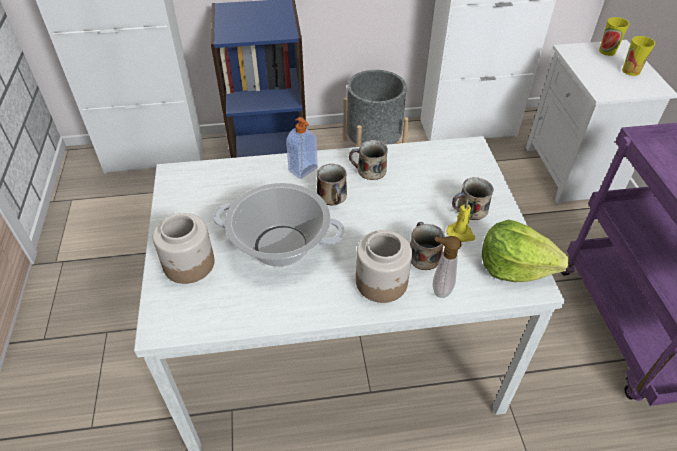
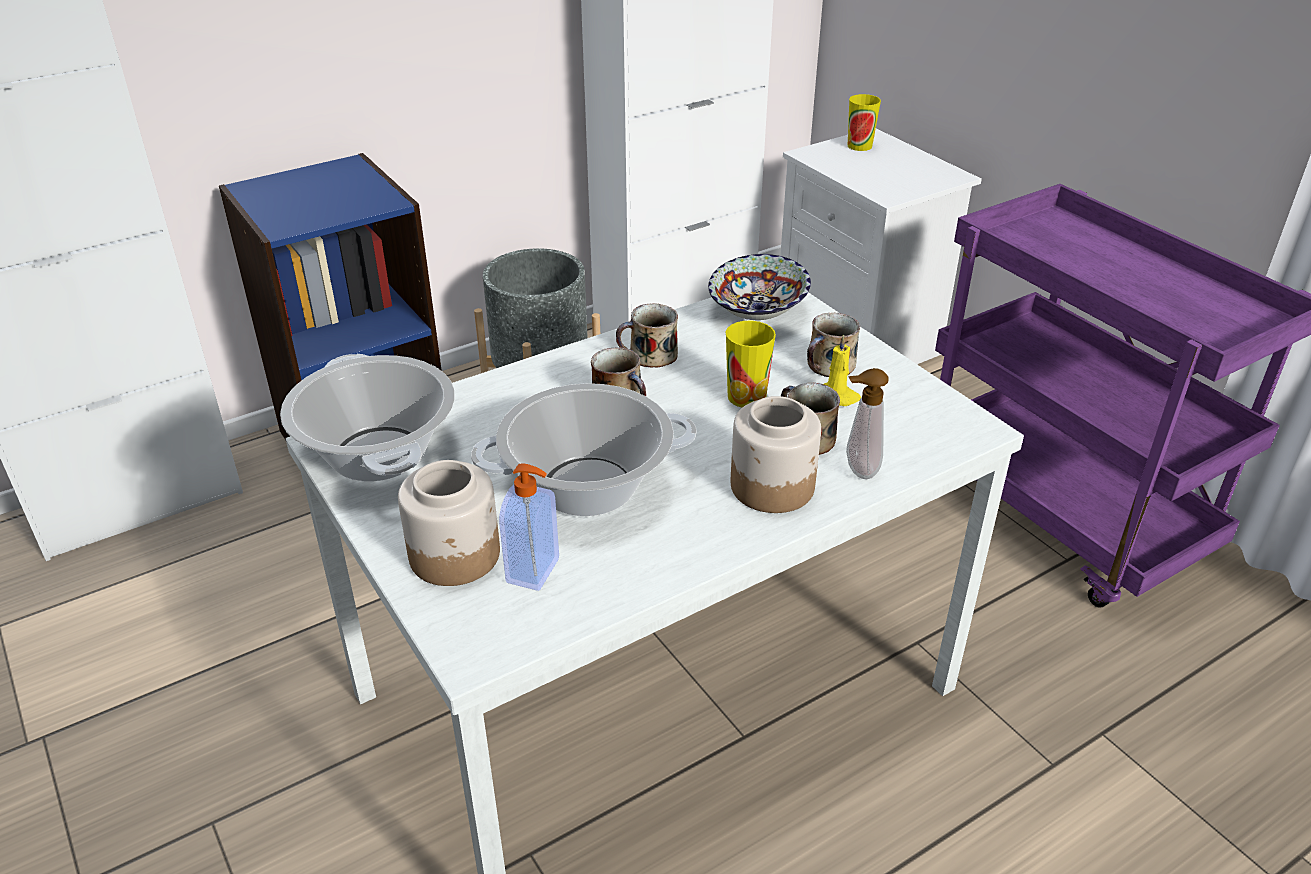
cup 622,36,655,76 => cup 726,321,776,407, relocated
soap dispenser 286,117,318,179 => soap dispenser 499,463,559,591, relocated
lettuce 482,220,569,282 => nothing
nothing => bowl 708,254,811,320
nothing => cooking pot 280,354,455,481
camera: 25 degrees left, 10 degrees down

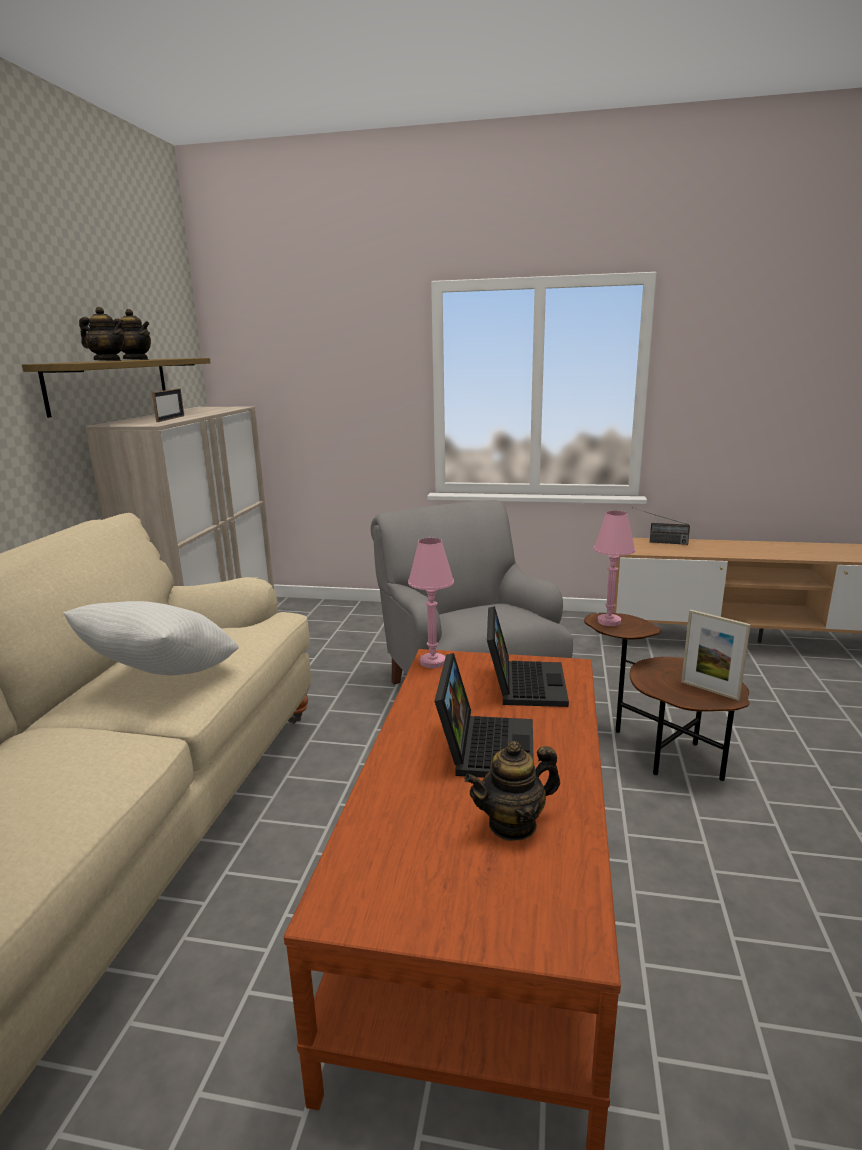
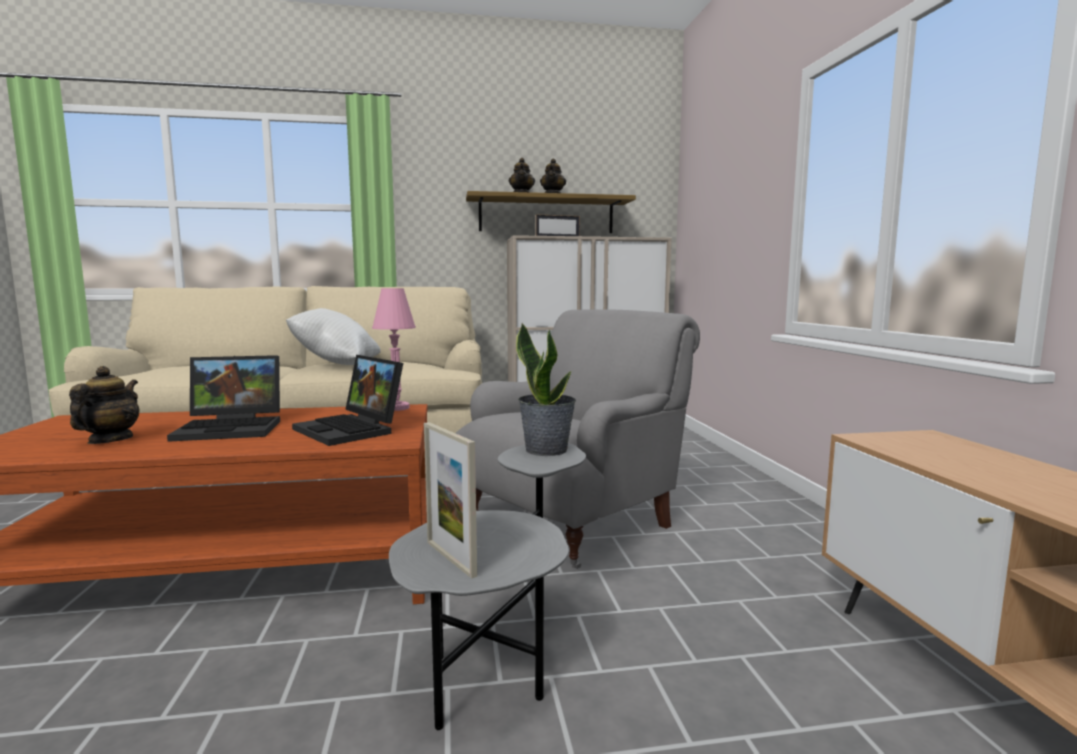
radio 632,507,690,545 => nothing
pink table lamp 594,511,635,626 => potted plant 516,323,576,456
laptop 487,606,569,707 => laptop 292,355,403,446, 60 degrees clockwise
picture frame 681,610,751,701 => picture frame 424,422,477,579, 60 degrees counterclockwise
brown side table 584,613,750,781 => grey side table 389,443,586,730
teapot 465,741,560,841 => teapot 69,366,140,444, 45 degrees clockwise
camera: 70 degrees right, 10 degrees down

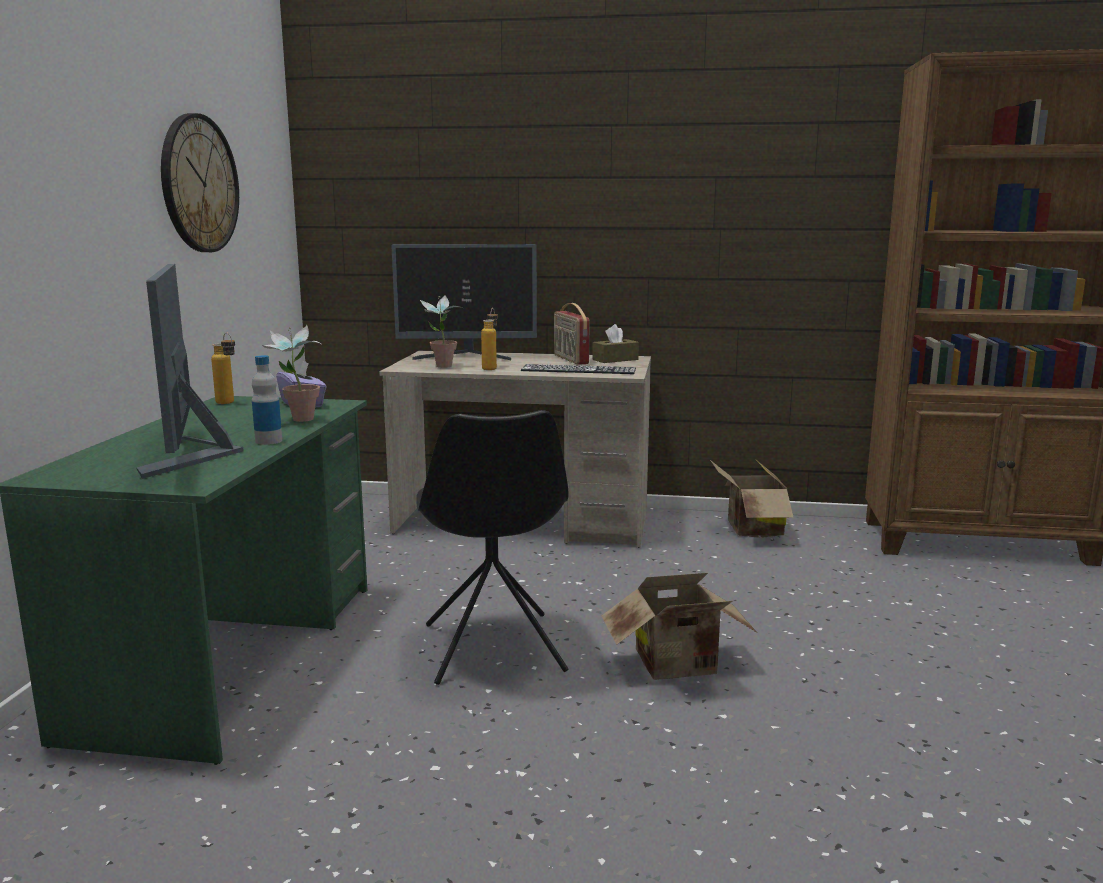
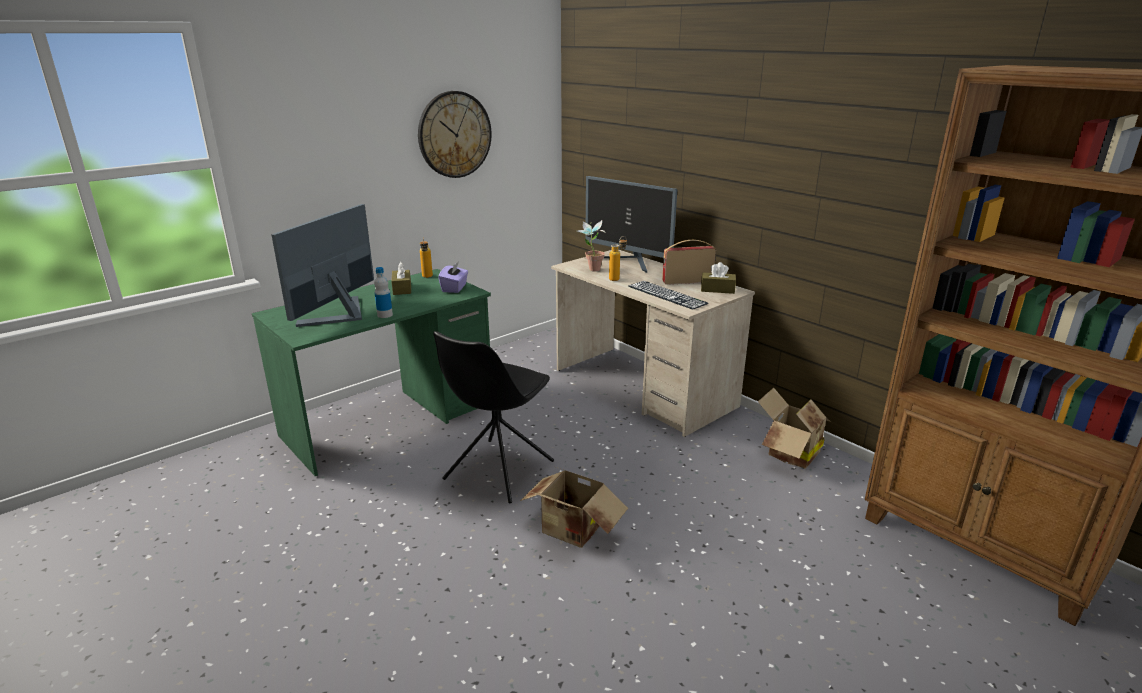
radio 554,303,590,365 => radio 662,240,716,285, 60 degrees clockwise
potted plant 262,325,321,422 => nothing
nothing => brown tissue box 391,262,411,295
camera: 40 degrees right, 10 degrees up

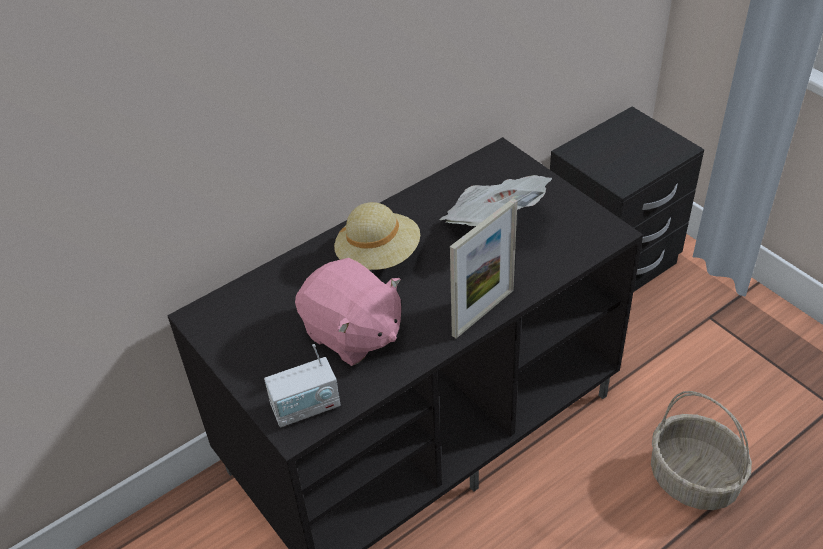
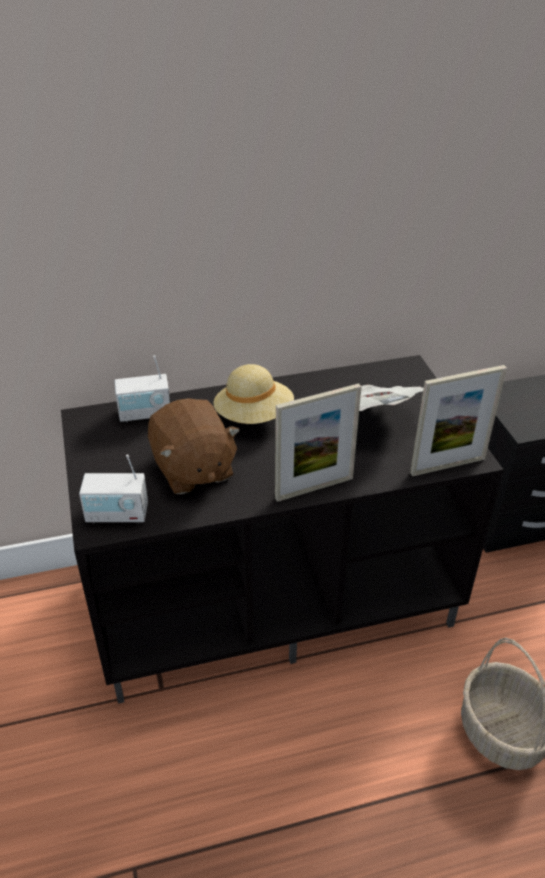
pink plush toy 295,258,401,366 => brown plush toy 148,398,240,494
nothing => radio 115,355,170,422
nothing => picture frame 410,365,507,476
camera: 20 degrees right, 5 degrees down

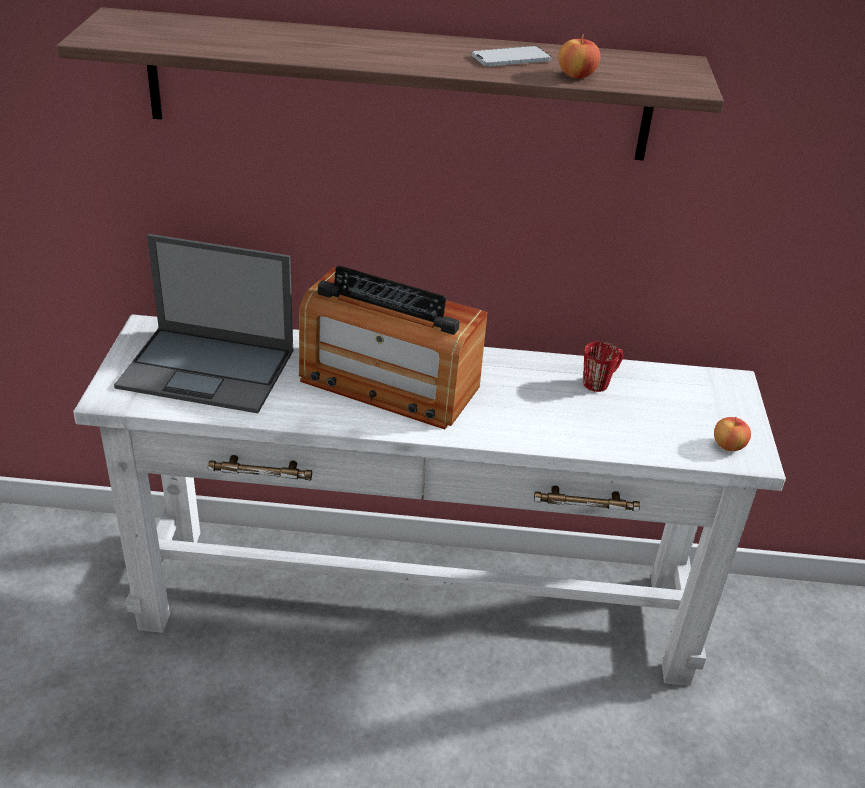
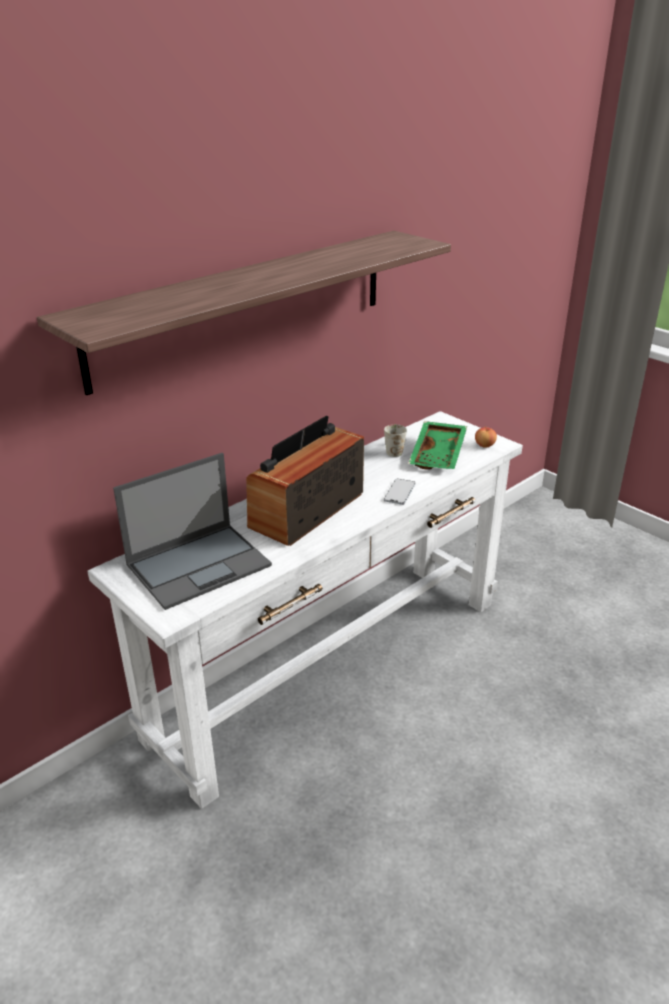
apple 559,34,600,79 => nothing
phone 472,46,552,66 => phone 384,479,415,505, relocated
radio 299,266,487,429 => radio 246,416,364,546, 150 degrees clockwise
red mug 583,341,623,392 => white mug 384,424,407,457
nothing => green tray 408,421,467,470
camera: 45 degrees left, 5 degrees down

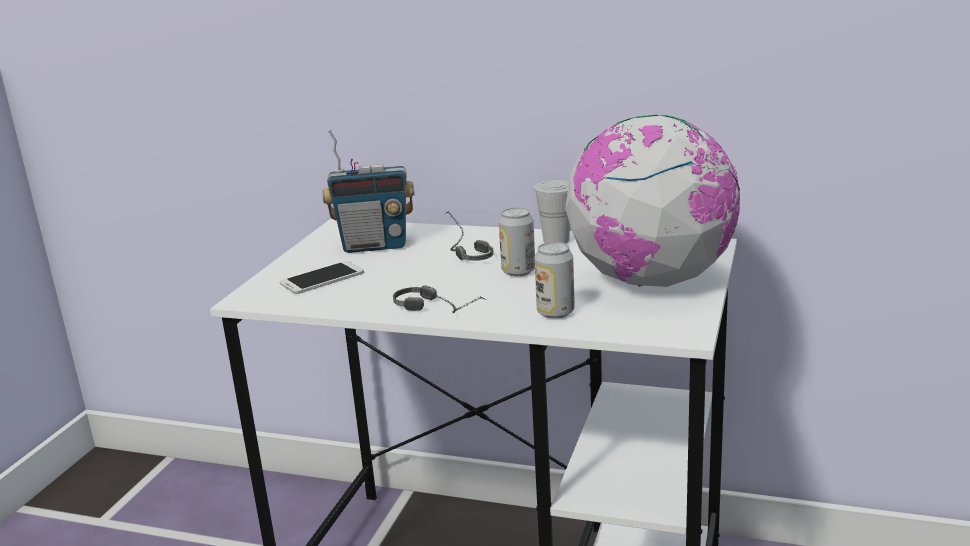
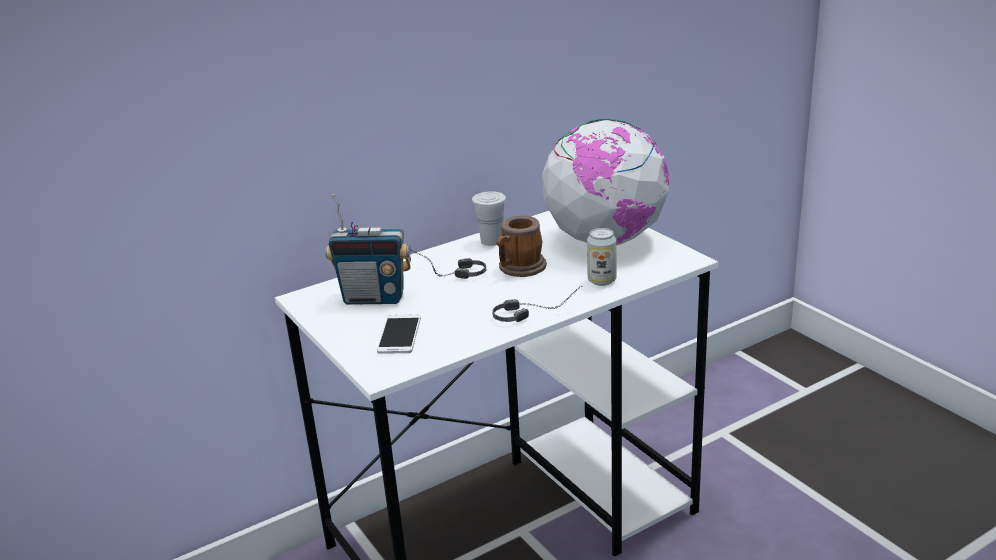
radio 323,130,414,253 => radio 325,194,411,305, 60 degrees clockwise
can 499,207,535,276 => mug 497,215,547,277
camera: 50 degrees left, 5 degrees up

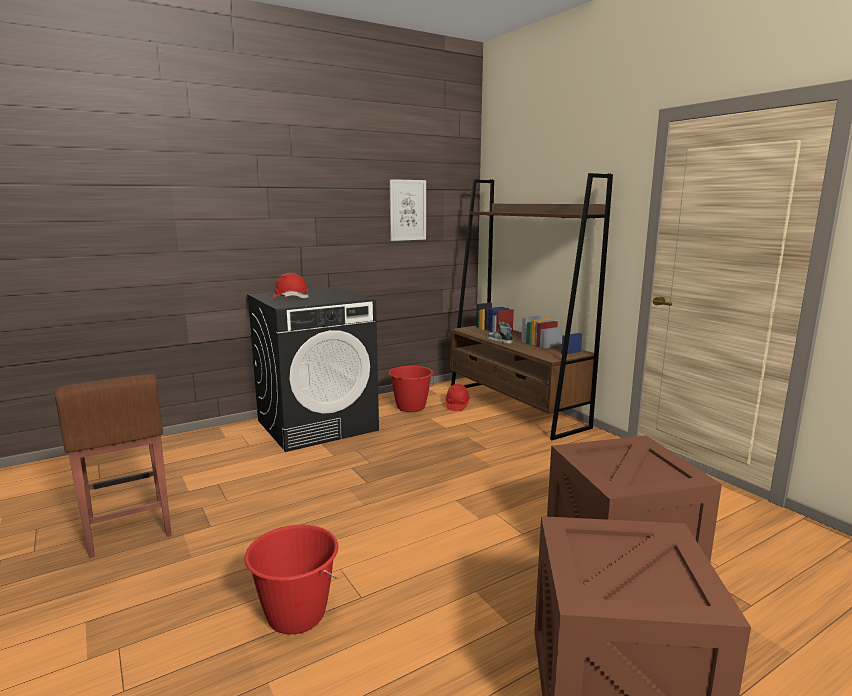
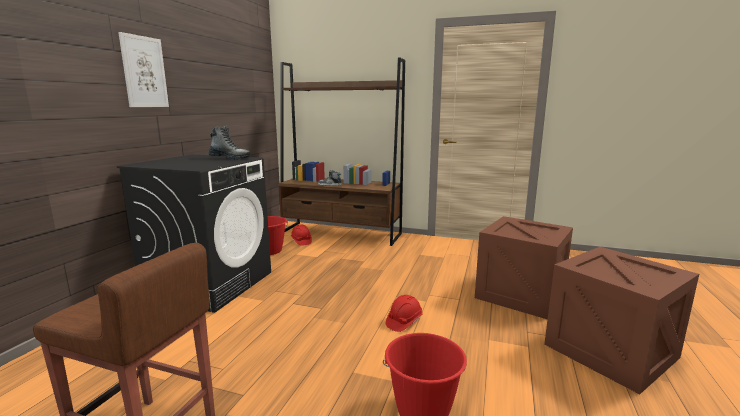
picture 389,179,426,241 => picture 118,32,169,107, relocated
red hard hat 270,273,309,300 => red hard hat 386,295,423,332, relocated
nothing => boot 209,126,251,160
camera: 40 degrees left, 0 degrees up

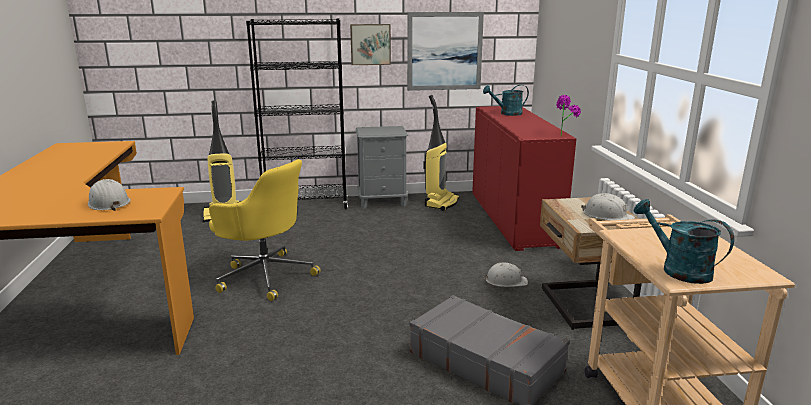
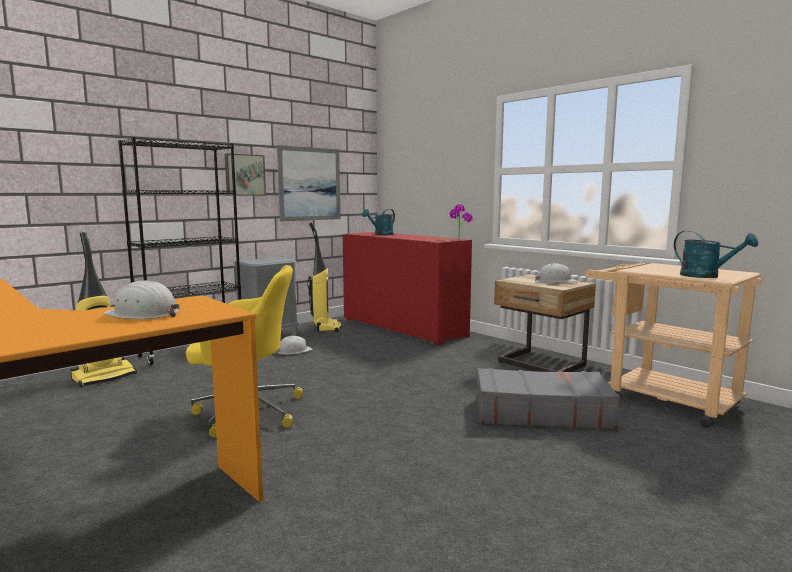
turquoise watering can 633,199,734,284 => turquoise watering can 674,231,758,278, 150 degrees counterclockwise
white hard hat 483,263,528,287 => white hard hat 276,336,313,355, relocated
camera: 35 degrees left, 10 degrees down

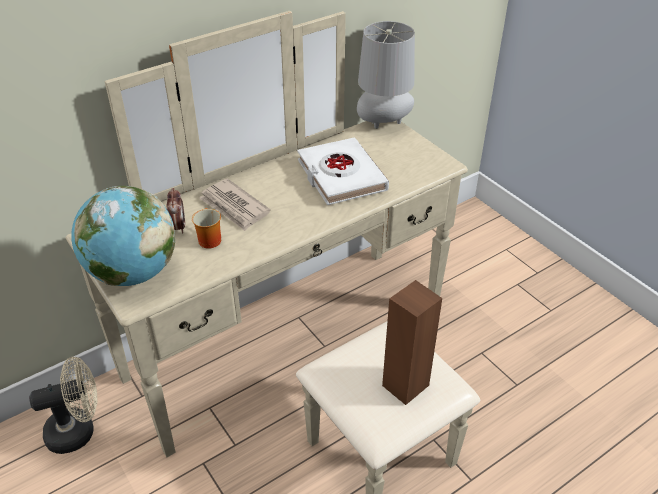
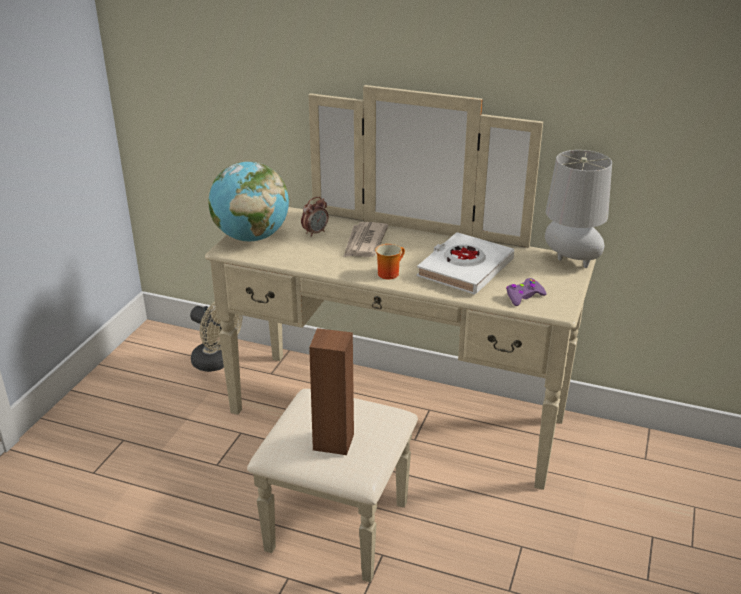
mug 192,208,221,249 => mug 375,244,405,279, relocated
nothing => purple game controller 506,278,547,306
camera: 55 degrees right, 10 degrees down

